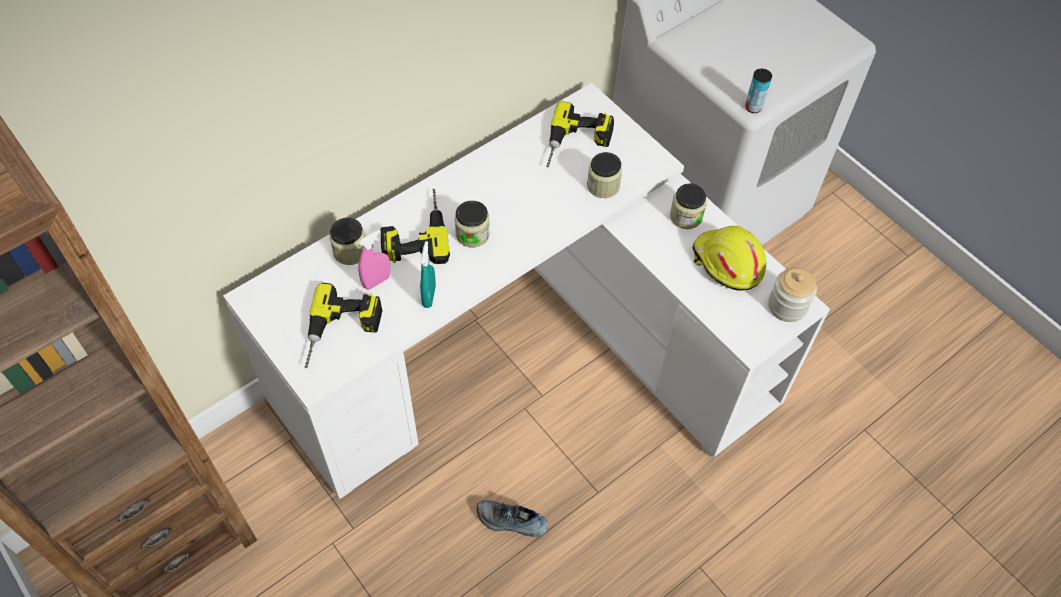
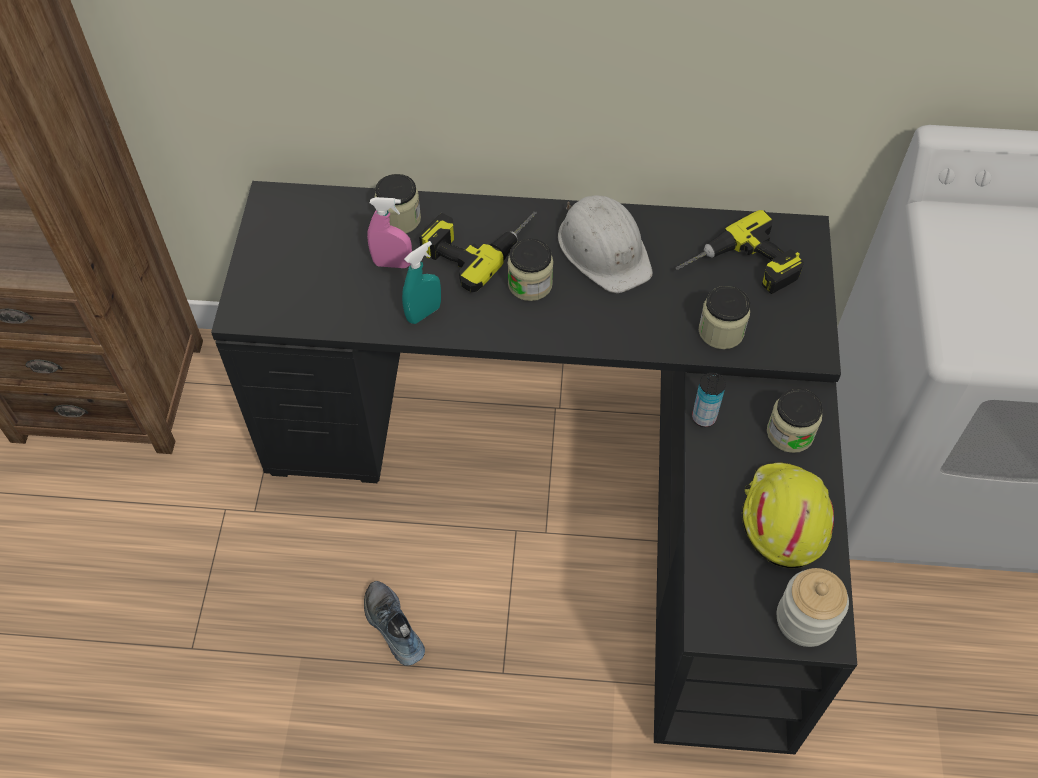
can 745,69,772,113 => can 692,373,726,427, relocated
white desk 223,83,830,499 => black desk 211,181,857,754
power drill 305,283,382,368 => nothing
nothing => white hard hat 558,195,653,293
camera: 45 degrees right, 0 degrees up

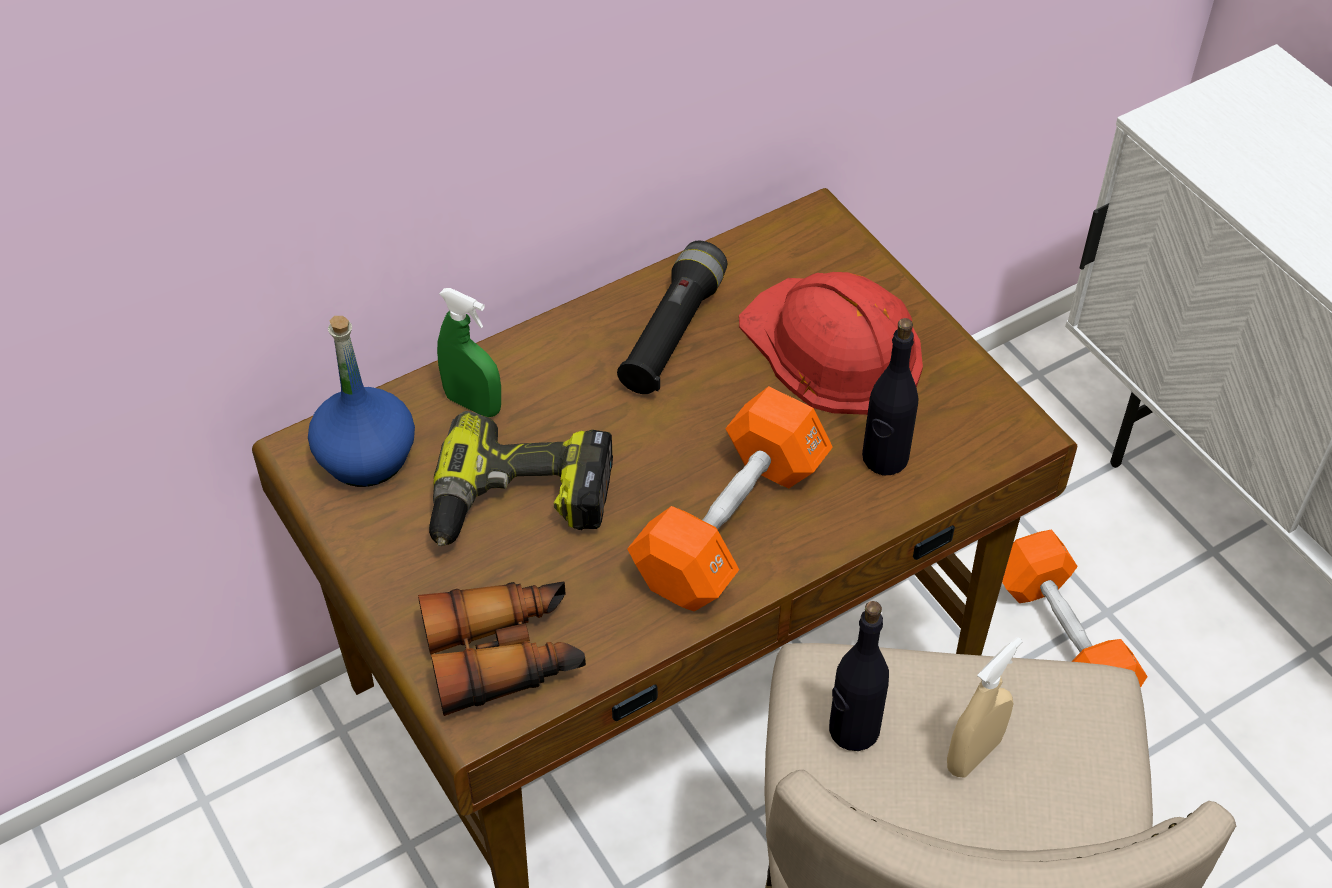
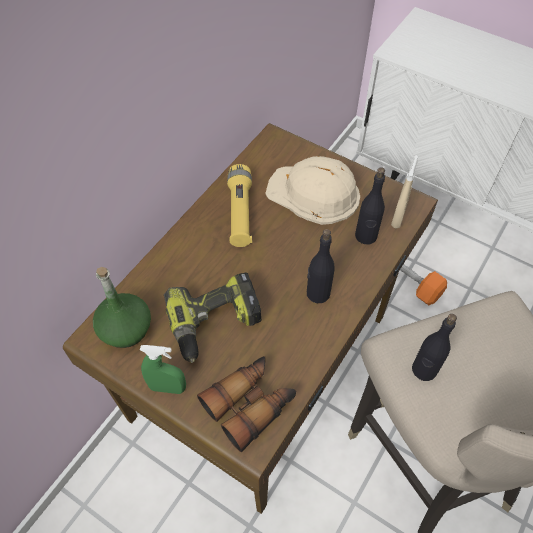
black flashlight 617,241,727,394 => yellow flashlight 227,164,252,247
red hard hat 739,272,923,415 => beige hard hat 265,156,360,225
green spray bottle 437,288,501,417 => green spray bottle 140,345,186,394, relocated
blue bottle 308,316,415,487 => green bottle 93,267,151,348
orange dumbbell 627,386,833,611 => black bottle 307,229,335,303
beige spray bottle 947,637,1022,778 => beige spray bottle 391,155,418,228, relocated
camera: 25 degrees left, 5 degrees up

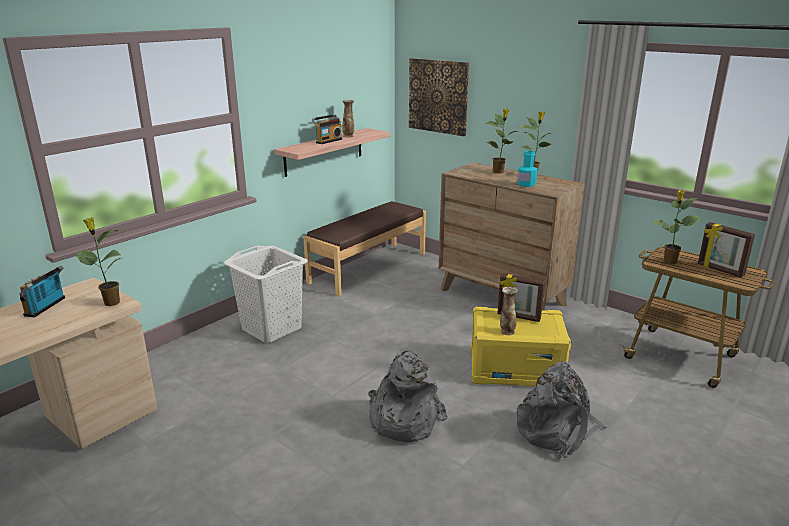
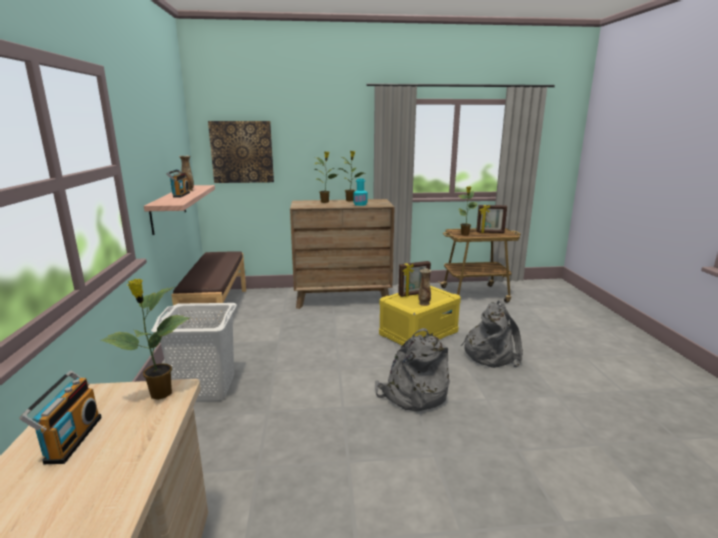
radio 20,266,65,318 => radio 19,370,102,464, 150 degrees counterclockwise
camera: 45 degrees left, 5 degrees down

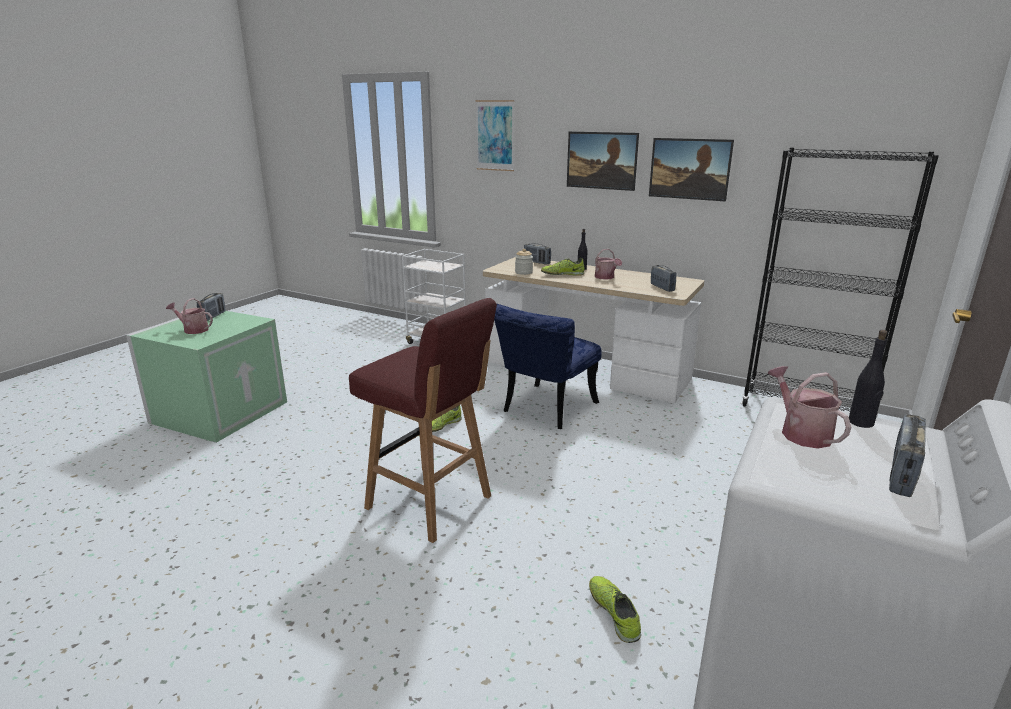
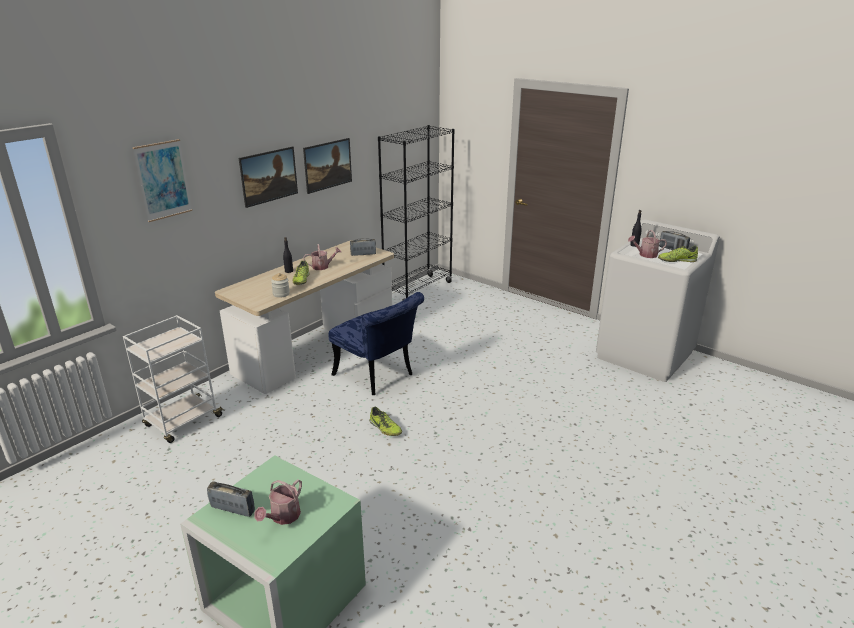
radio 524,243,551,264 => nothing
red stool 349,298,497,543 => nothing
shoe 589,576,641,643 => shoe 658,245,698,262, relocated
camera: 80 degrees left, 5 degrees up

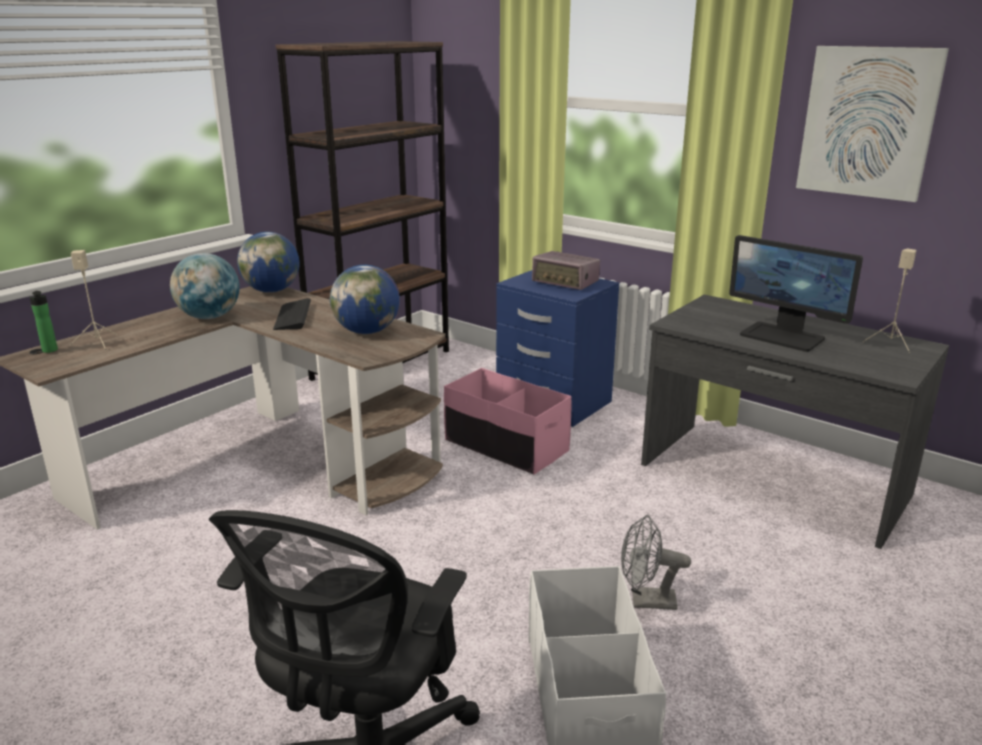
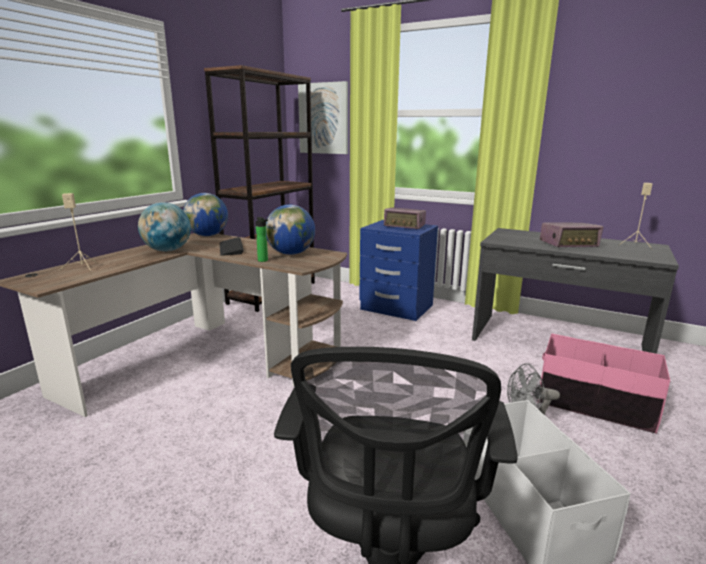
picture 796,46,949,202 => picture 298,81,348,154, relocated
monitor 729,235,863,352 => radio 540,222,603,247
bottle 30,291,58,353 => bottle 255,217,268,262, relocated
pink storage box 444,368,572,475 => pink storage box 538,334,670,434, relocated
camera: 10 degrees left, 5 degrees down

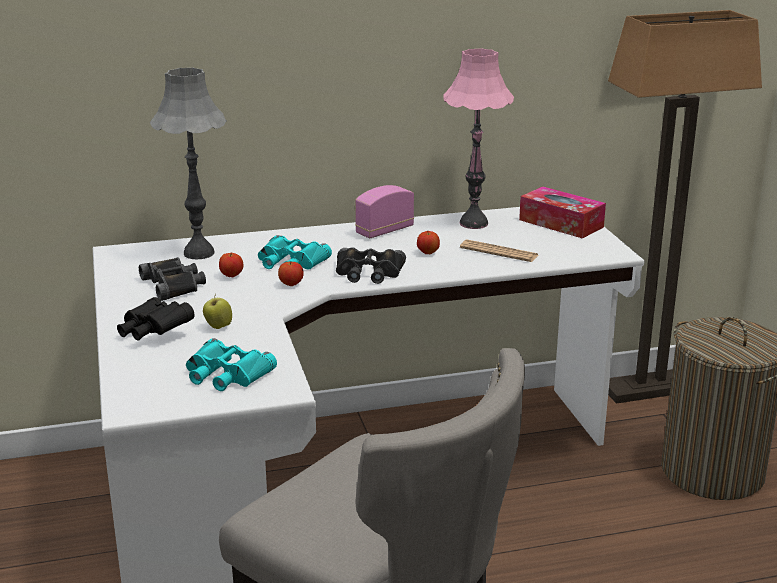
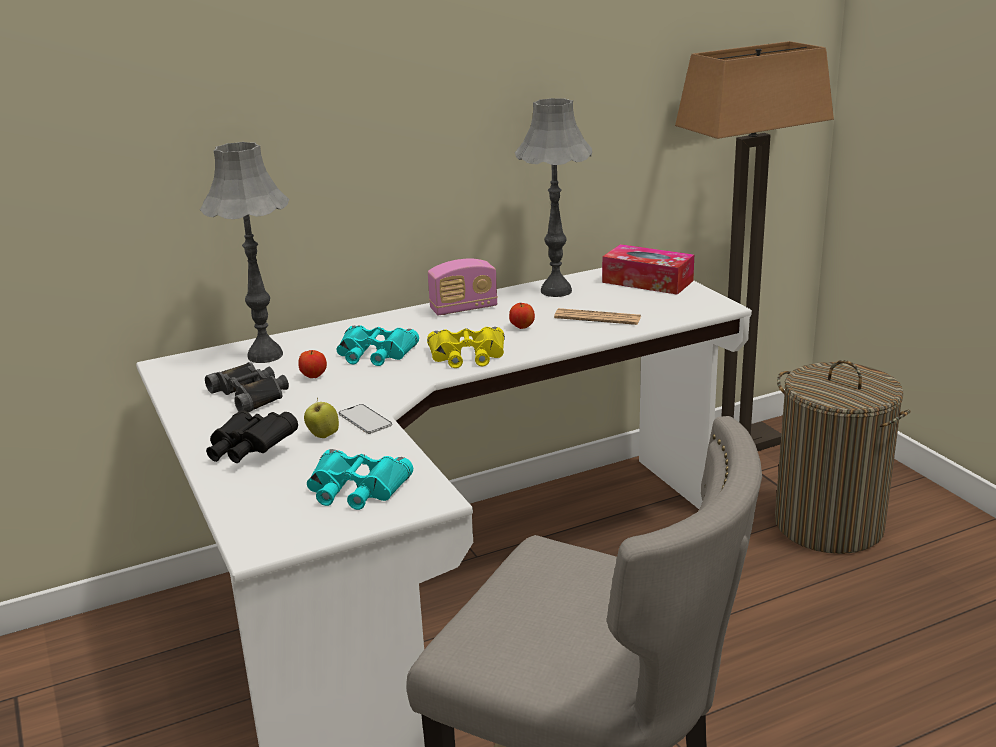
pink table lamp 443,48,514,229 => grey table lamp 515,98,592,297
radio 355,185,414,238 => radio 428,258,498,315, 150 degrees counterclockwise
black binoculars 336,247,406,284 => yellow binoculars 427,327,505,368
apple 278,262,304,286 => nothing
nothing => phone 339,404,392,434
camera: 10 degrees left, 0 degrees up

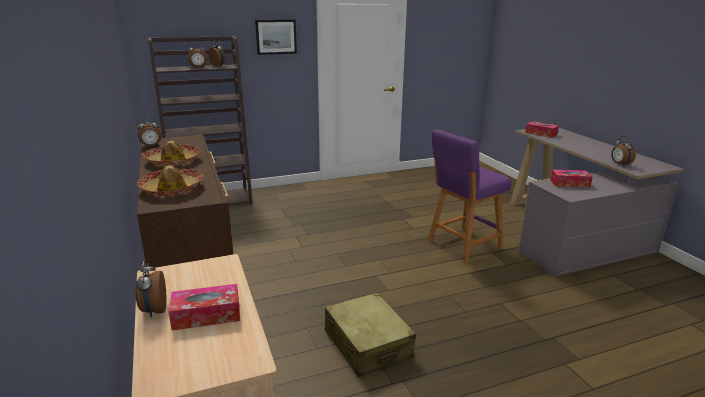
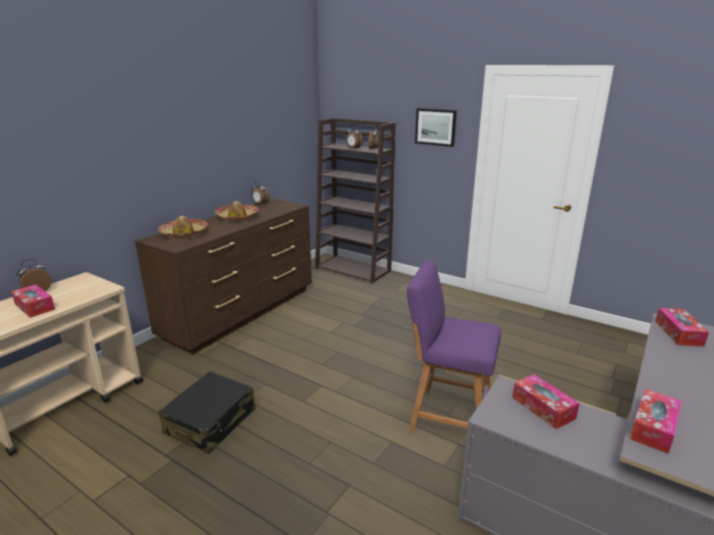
alarm clock 611,136,636,166 => tissue box 630,389,682,454
beige suitcase 325,292,416,377 => black suitcase 158,372,255,454
camera: 55 degrees right, 0 degrees up

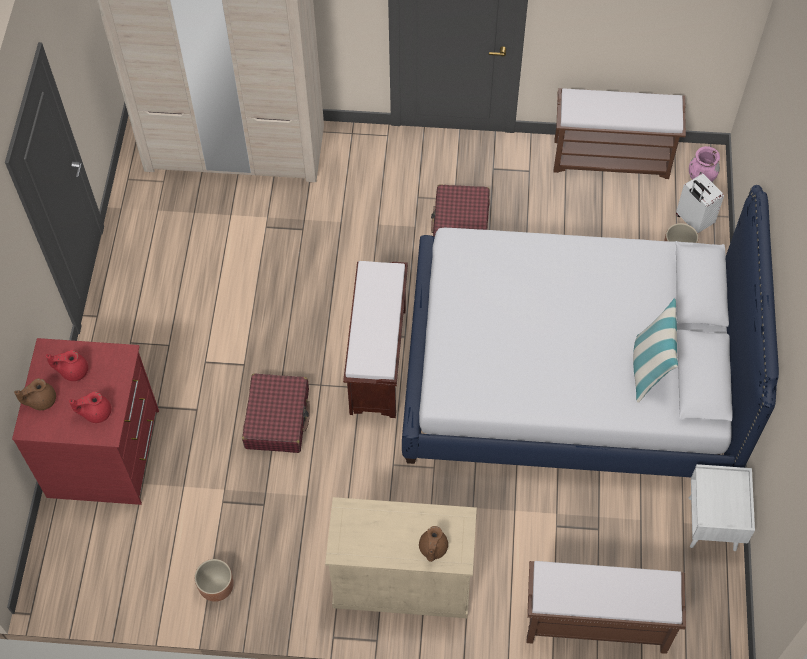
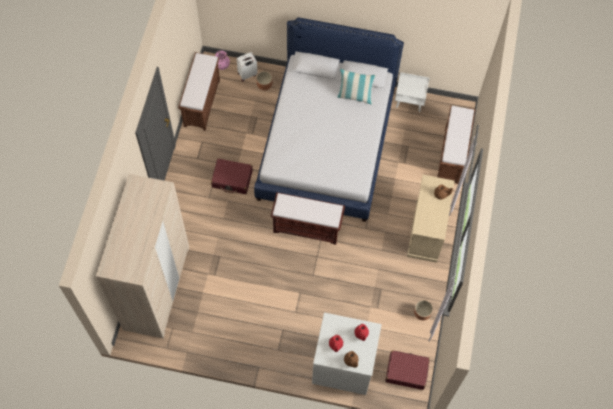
red dresser 12,338,159,505 => white dresser 312,312,382,395
red suitcase 242,373,310,453 => red suitcase 385,350,430,390, relocated
camera: 85 degrees left, 5 degrees up

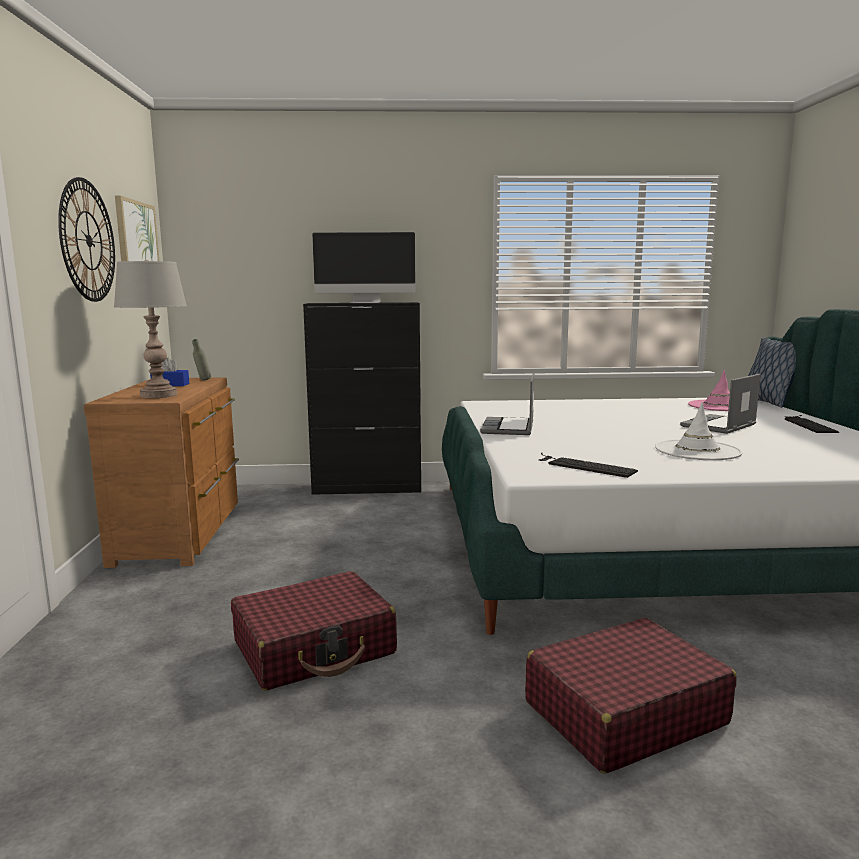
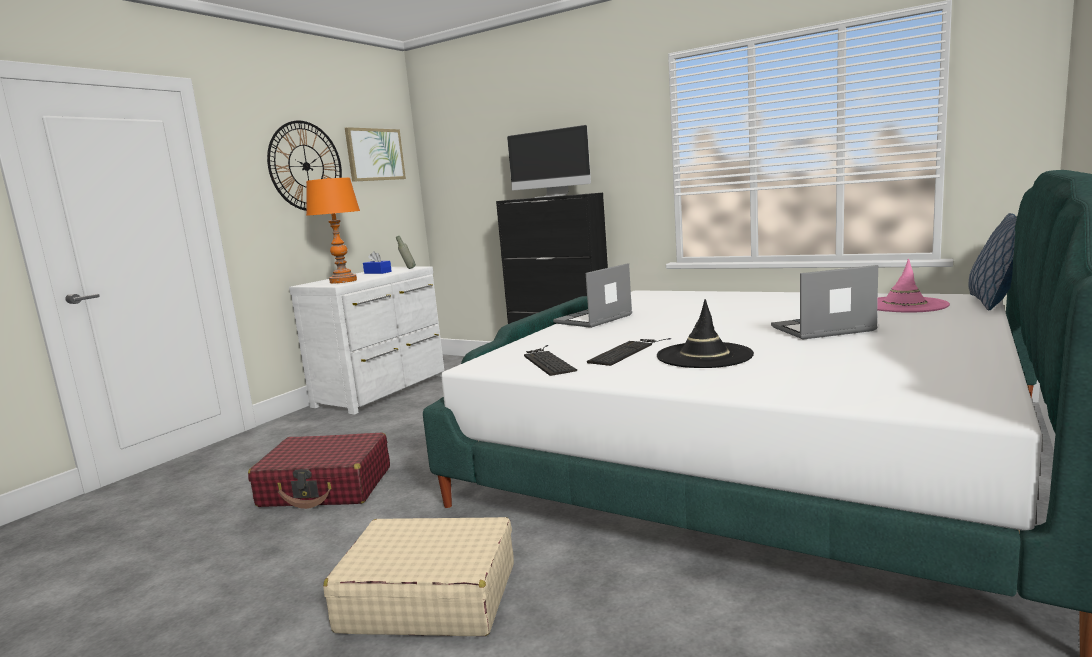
grey table lamp 114,260,187,398 => orange table lamp 306,178,360,283
brown dresser 84,377,239,568 => white dresser 289,266,444,414
white hat 655,402,743,460 => black hat 657,299,754,368
keyboard 785,415,839,433 => keyboard 587,338,671,366, relocated
red suitcase 525,618,737,774 => beige suitcase 323,517,514,636
camera: 35 degrees right, 0 degrees up

